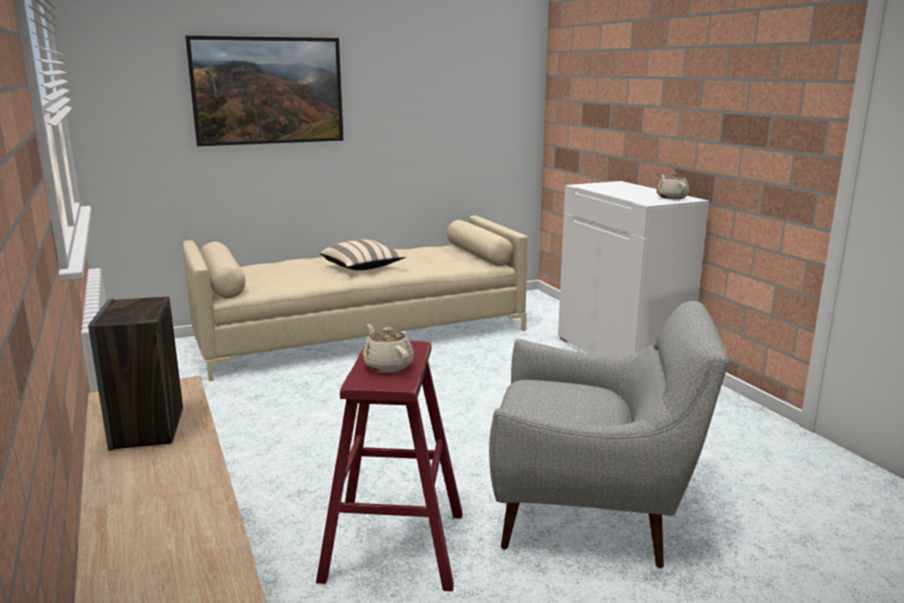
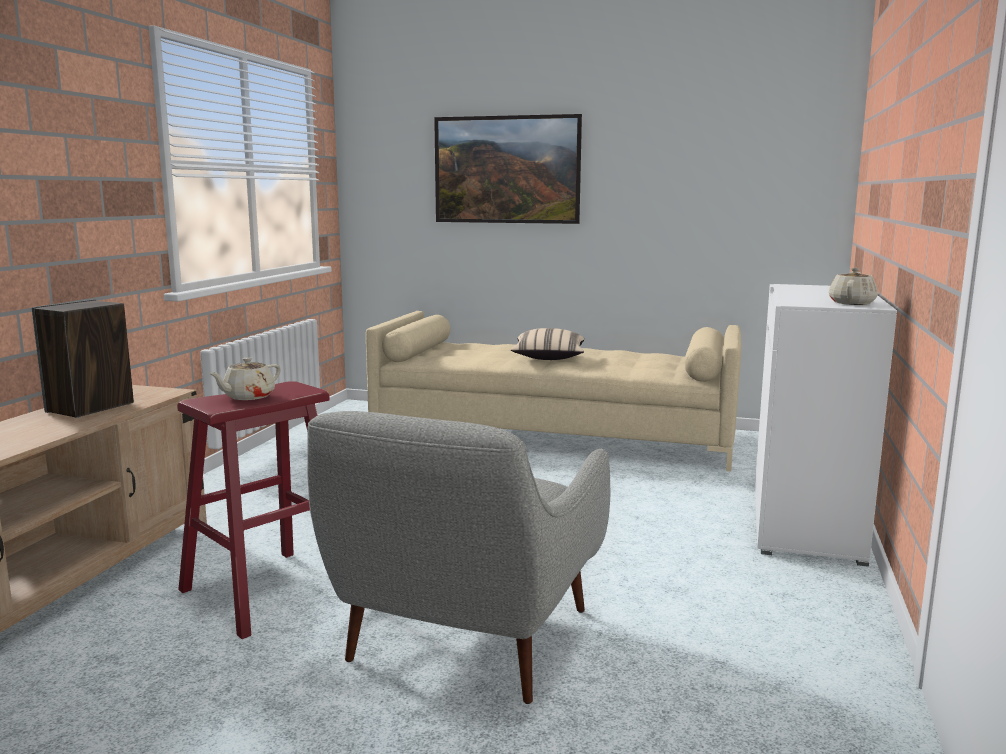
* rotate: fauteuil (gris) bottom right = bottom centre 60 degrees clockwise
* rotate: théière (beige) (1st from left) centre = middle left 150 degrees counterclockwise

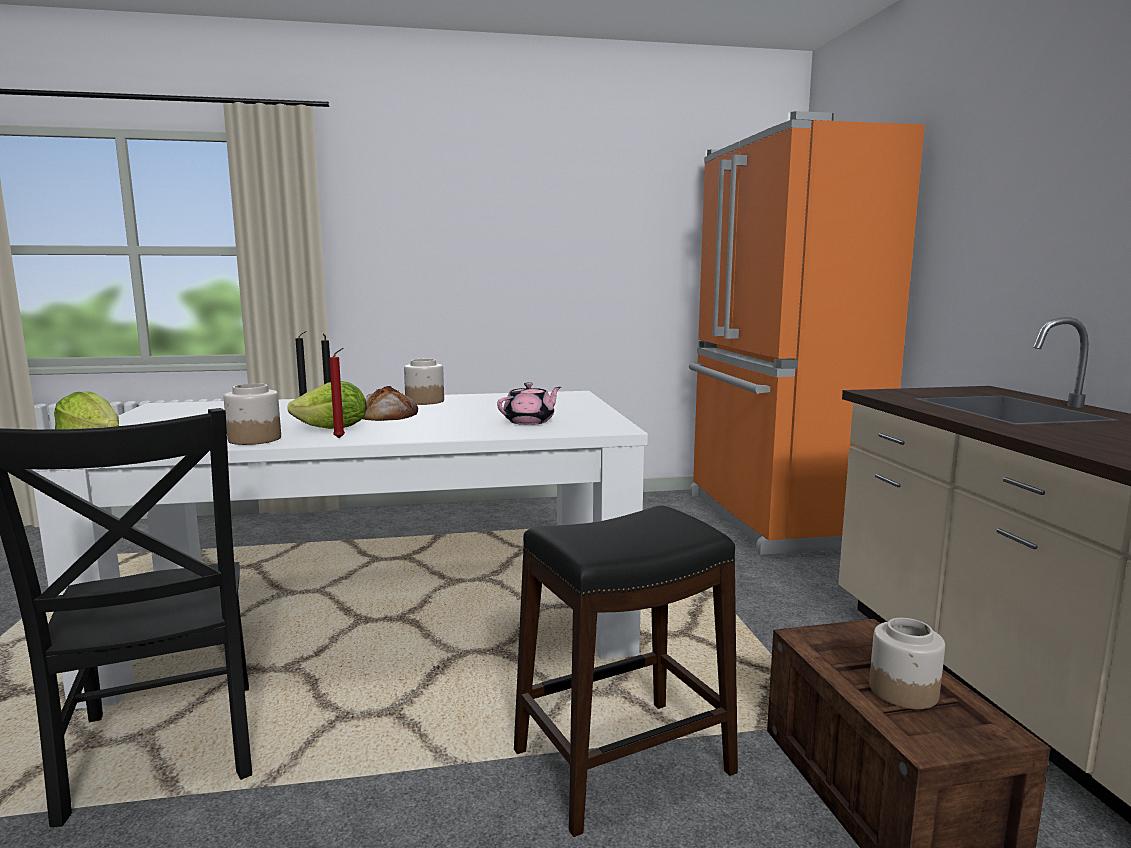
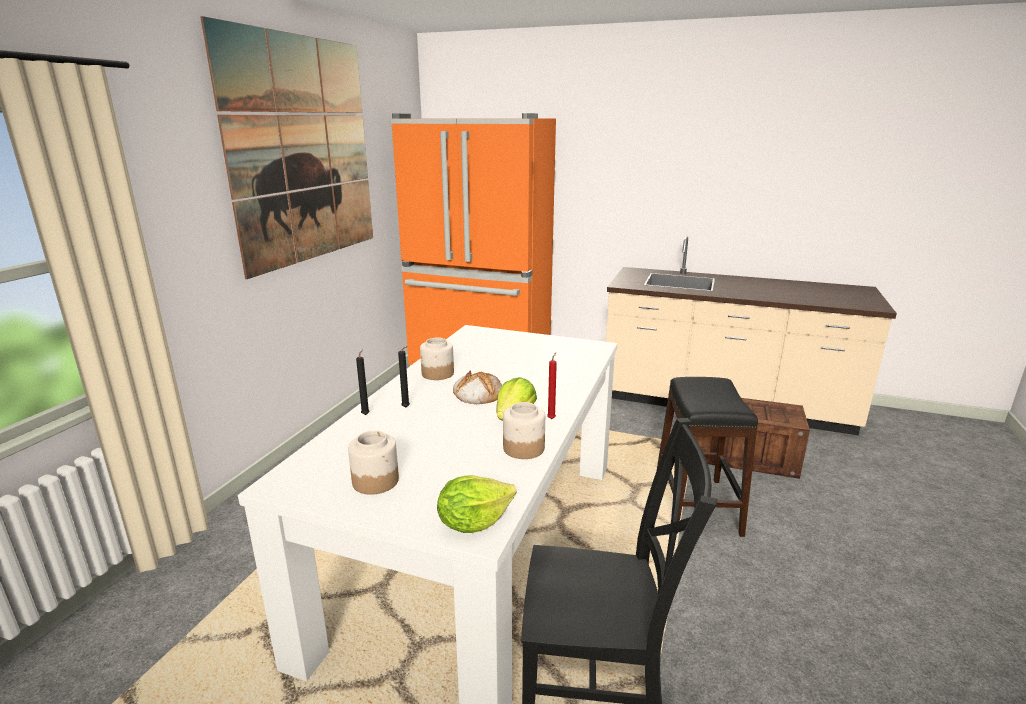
* delete: théière (rose) centre
* move: bocal (3rd from left in the first image) bottom right to bocal (1st from left) centre
* insert: tableau top left

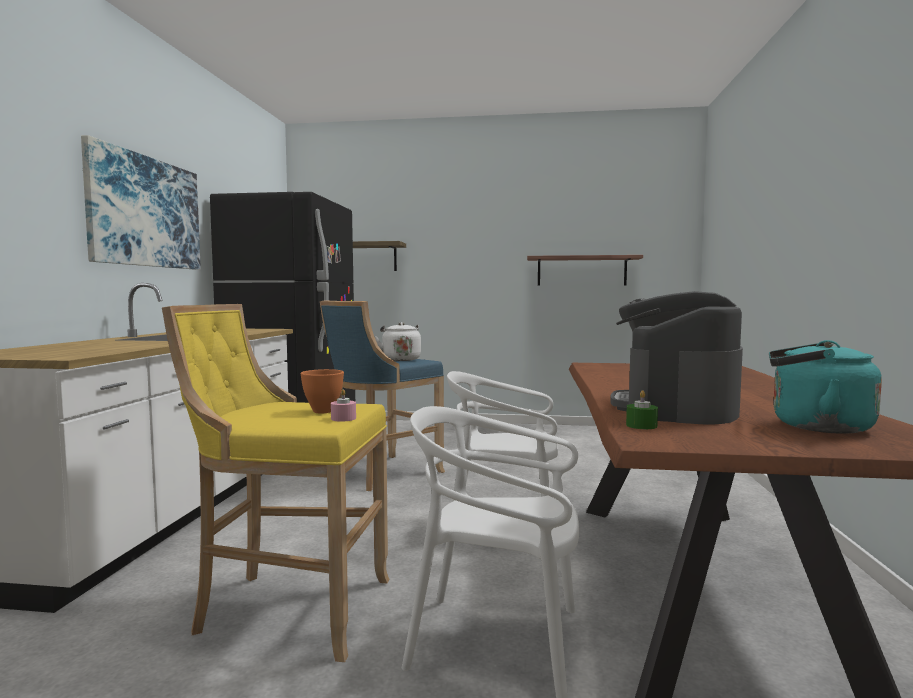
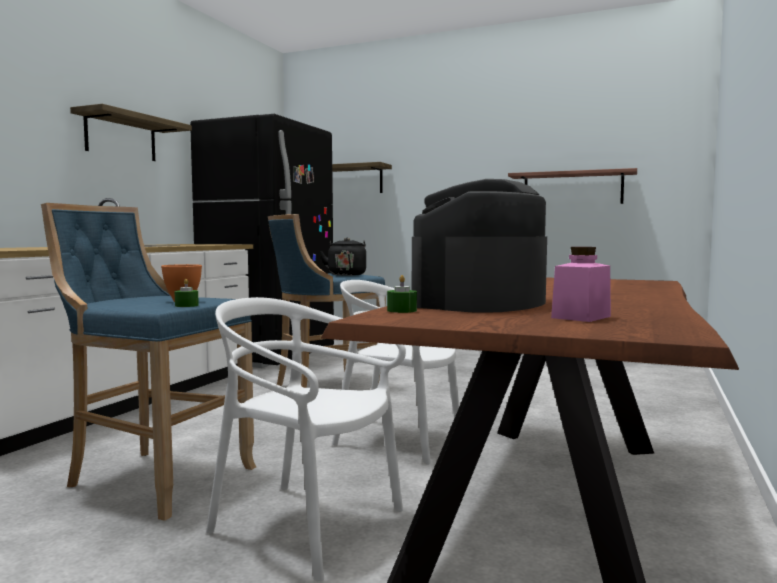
* replace: tableau top left to étagère (1st from left) top left
* recolor: tabouret (jaune) bottom left to tabouret (bleu) (1st from left) middle left
* recolor: bouilloire (blanc) centre to bouilloire (noir) centre
* replace: bouilloire (turquoise) middle right to bocal (rose) middle right
* recolor: bougie (rose) centre to bougie (vert) (1st from left) middle left

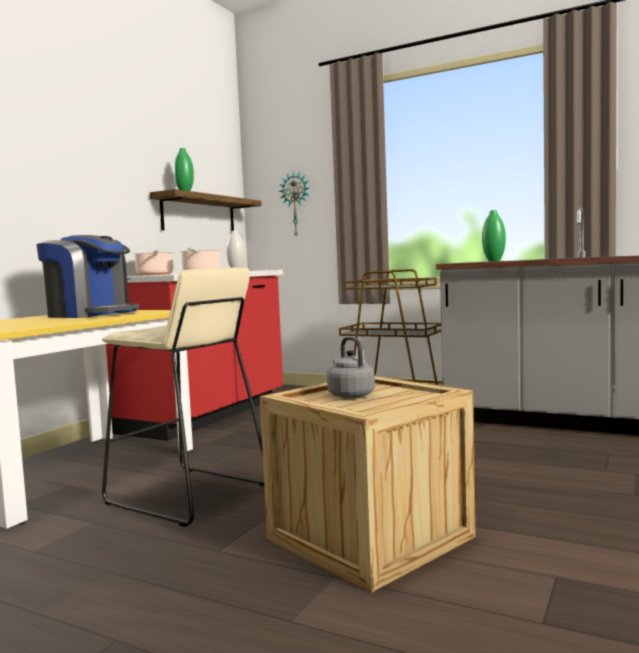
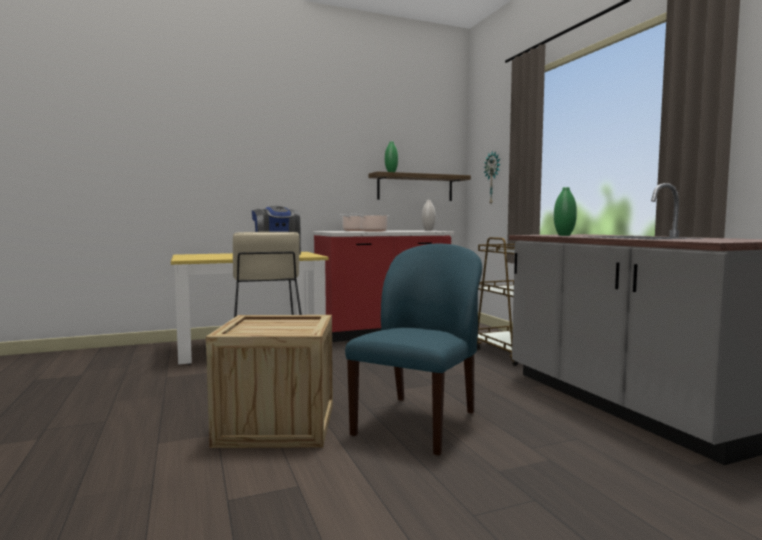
* delete: bouilloire (gris) centre
* insert: chaise (bleu) centre

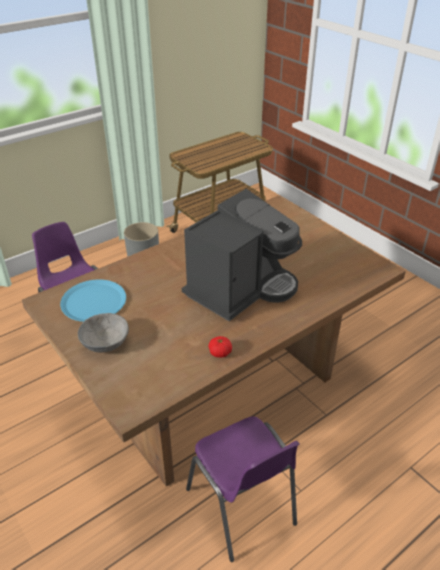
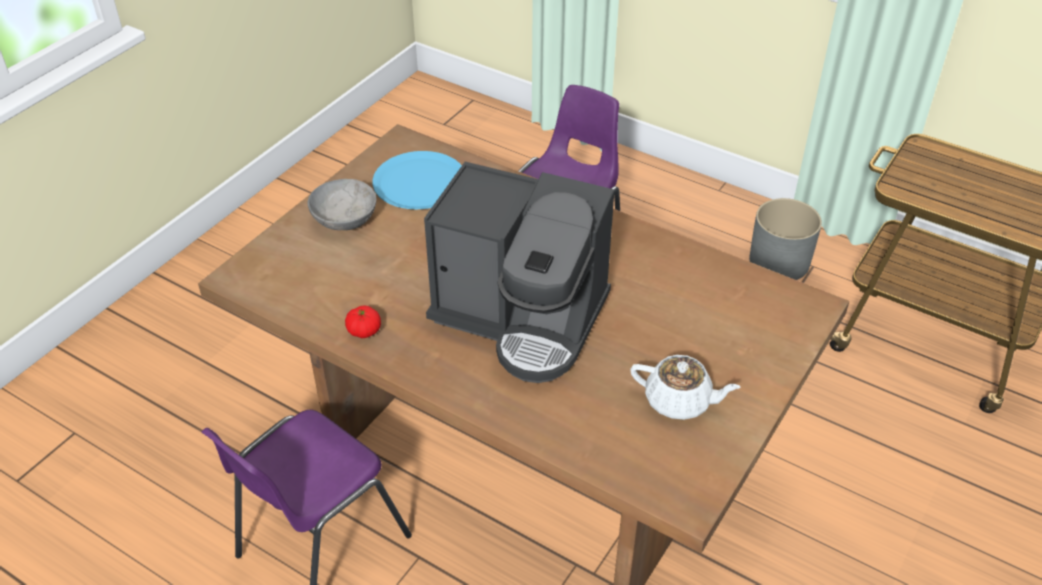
* insert: théière (blanc) centre

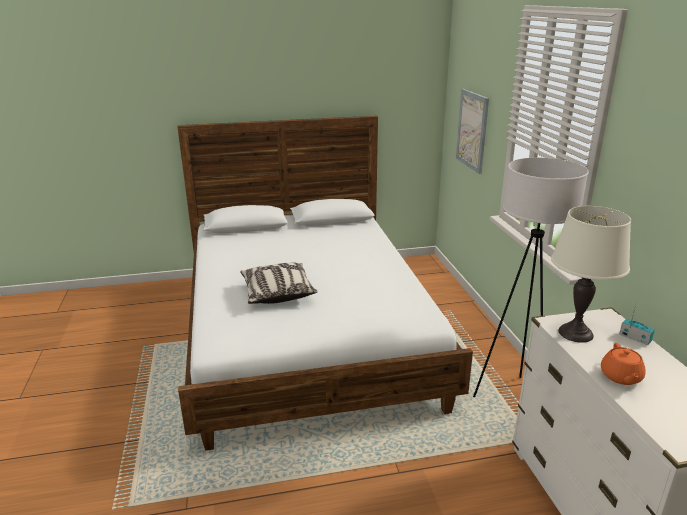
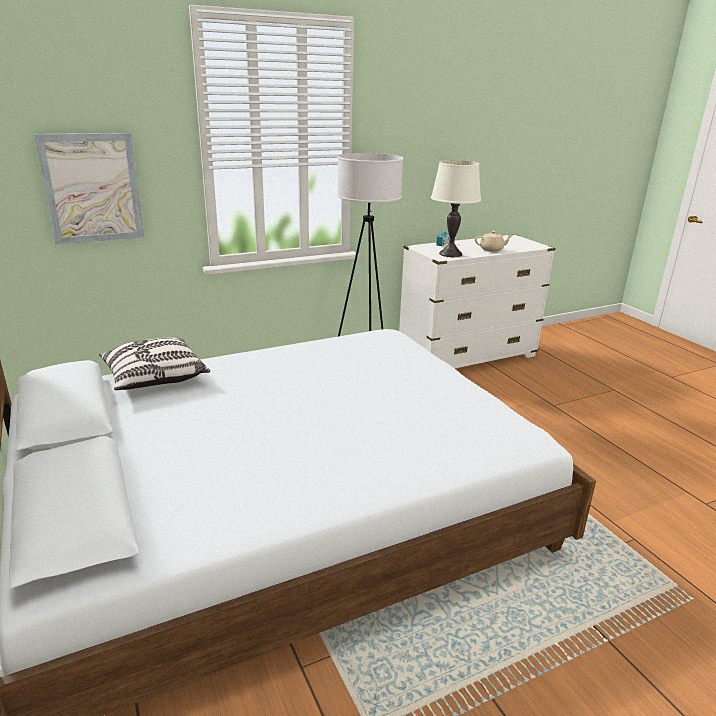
* move: coussin centre to middle left
* recolor: théière (orange) bottom right to théière (beige) middle right

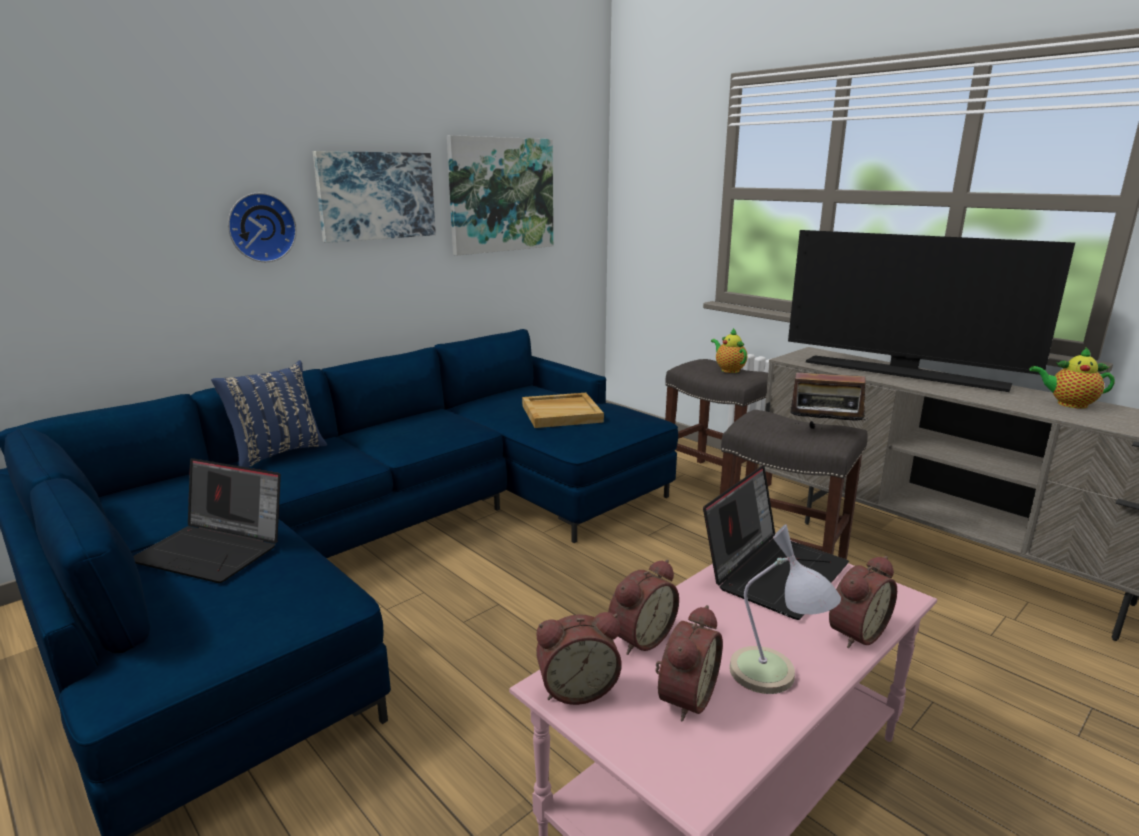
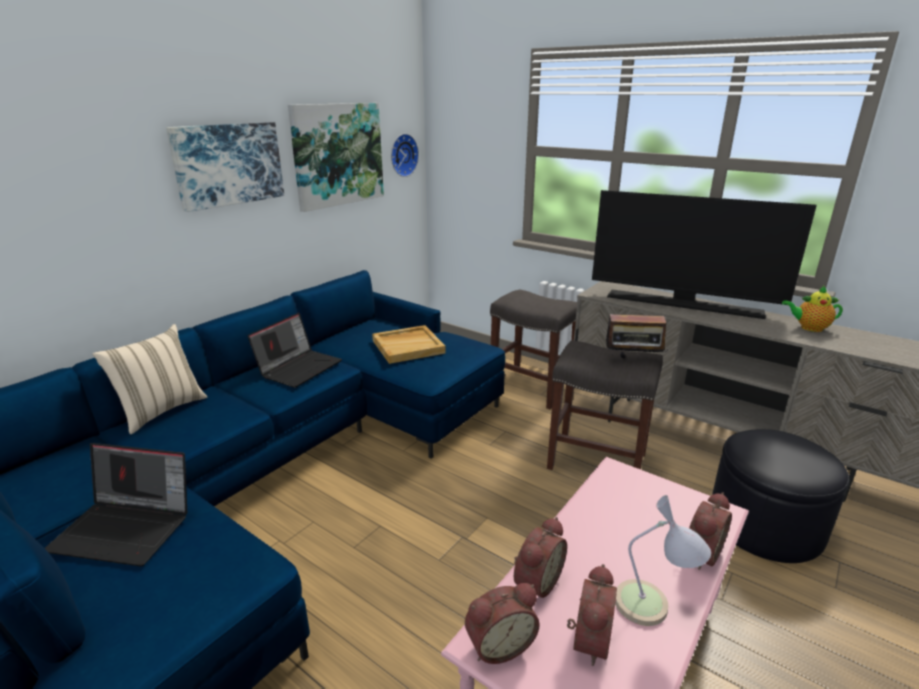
* move: horloge murale top left to top centre
* delete: théière (1st from left) centre
* recolor: coussin (bleu) middle left to coussin (beige) middle left
* move: ordinateur portable (2nd from left) middle right to middle left
* insert: pouf (noir) bottom right

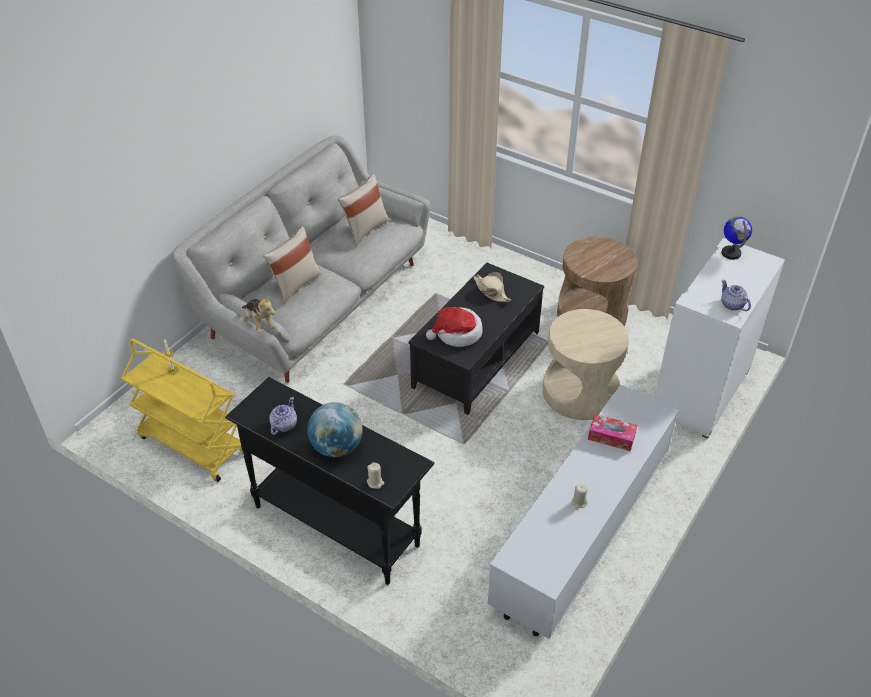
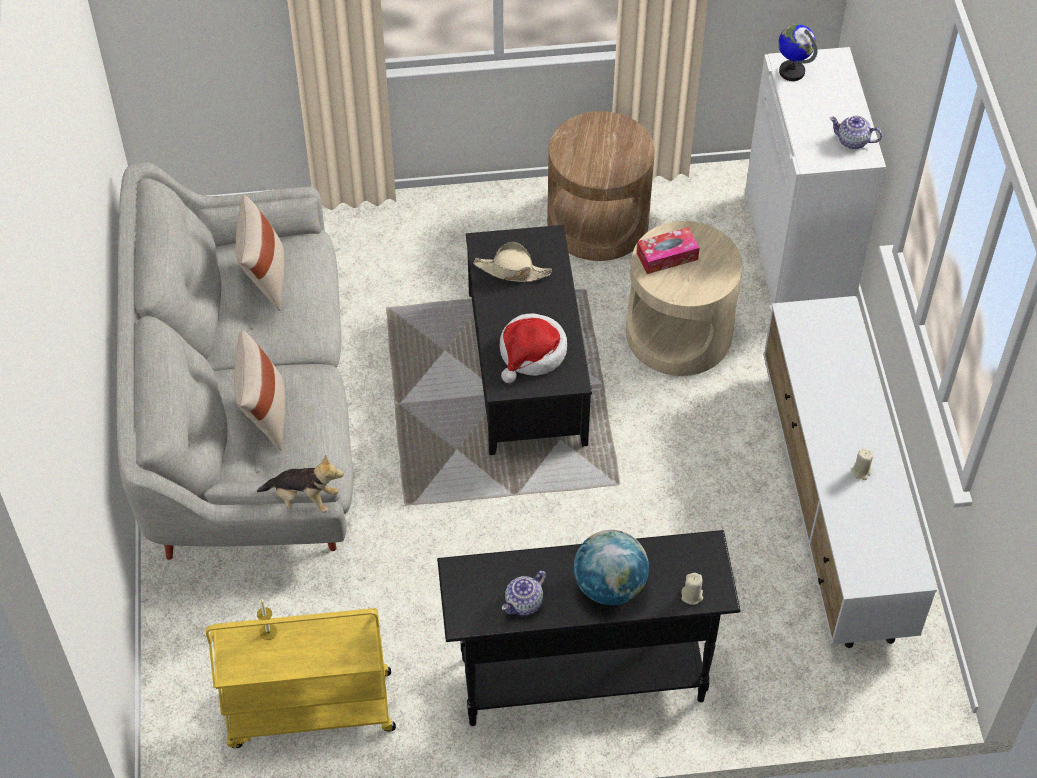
* rotate: théière (1st from left) middle left = bottom centre 120 degrees counterclockwise
* move: boîte à mouchoirs middle right to top centre

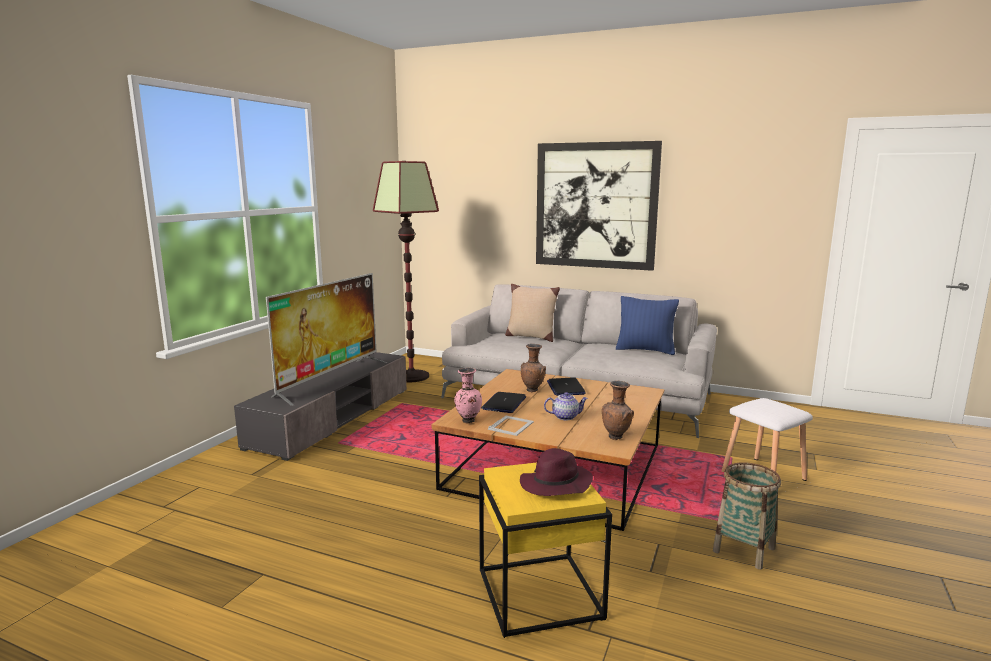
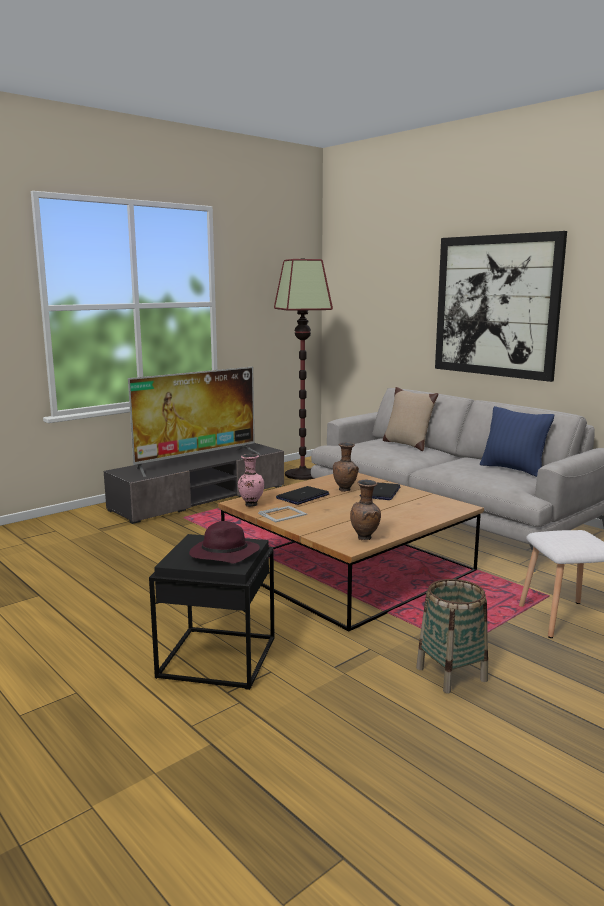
* delete: théière centre
* recolor: table d'appoint (jaune) bottom centre to table d'appoint (noir) bottom centre

